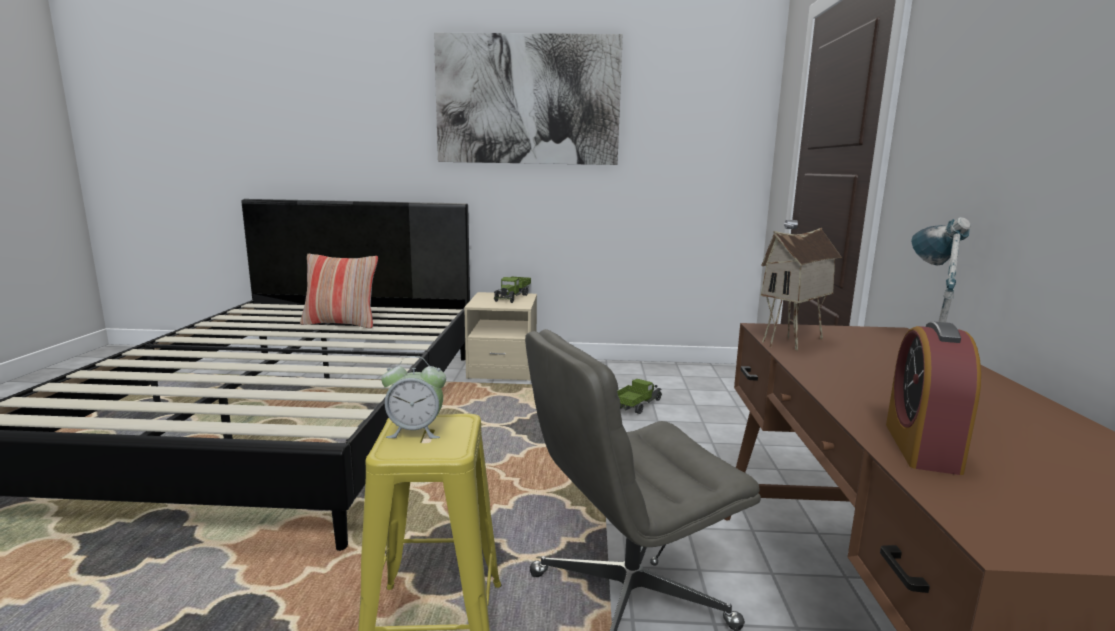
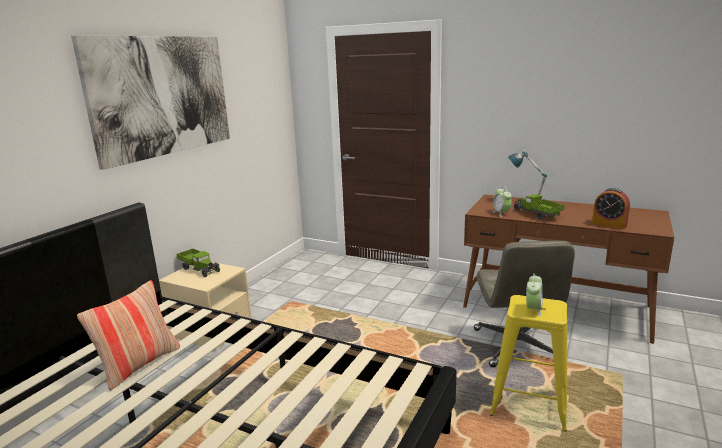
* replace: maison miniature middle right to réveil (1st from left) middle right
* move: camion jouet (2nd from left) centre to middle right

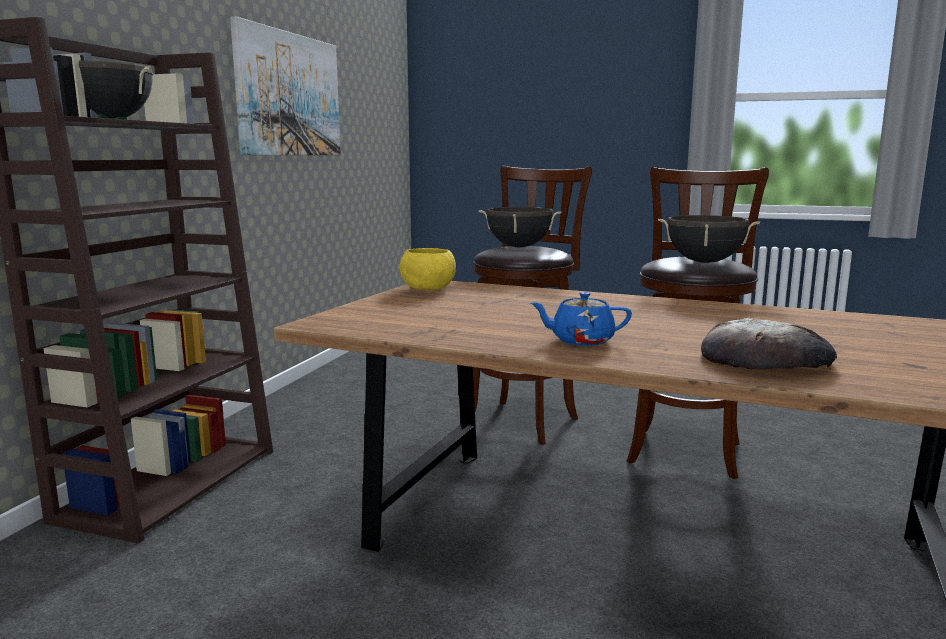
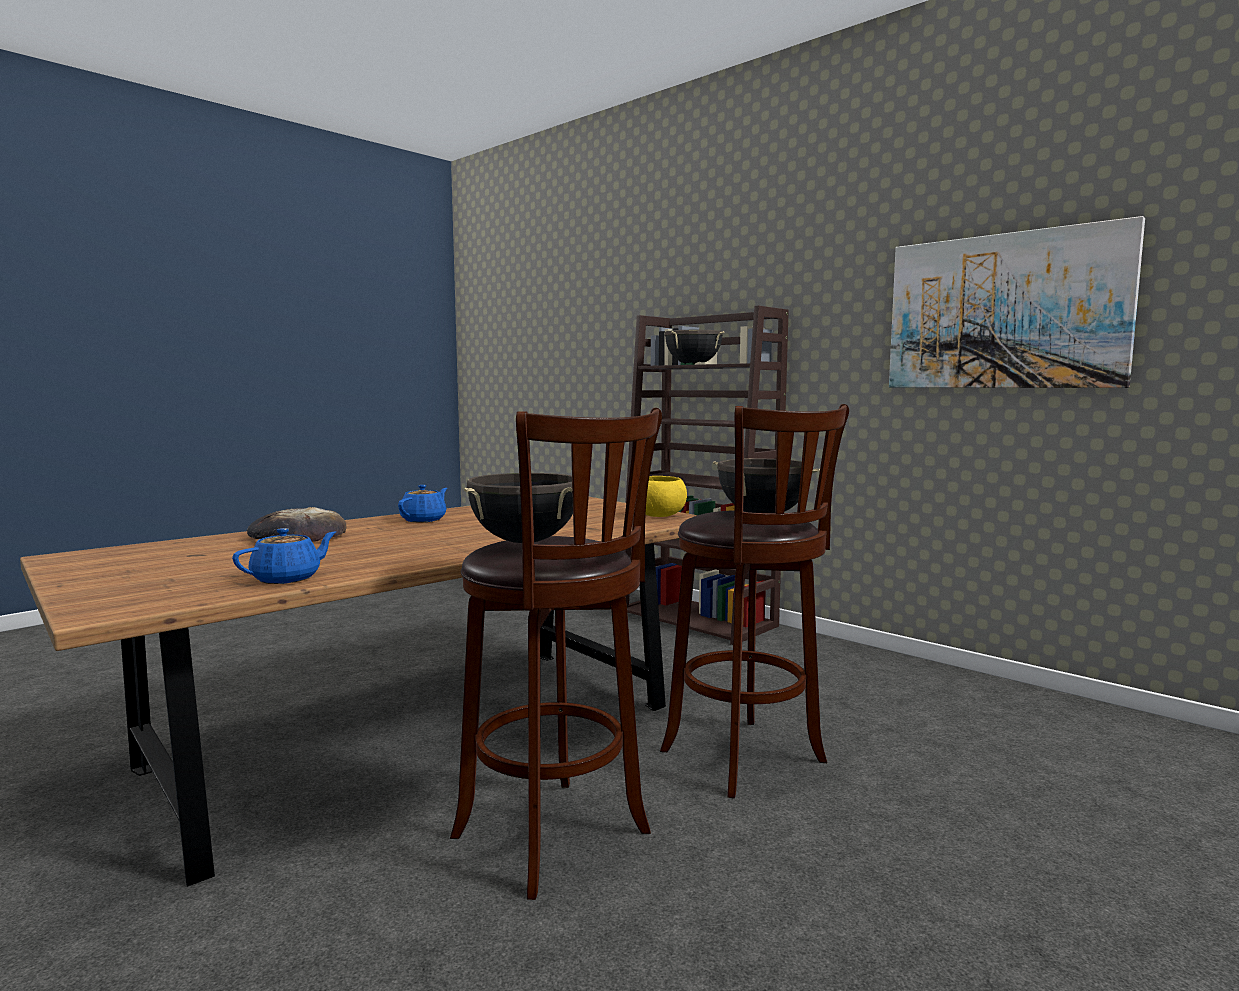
* insert: théière (bleu) (1st from left) middle left

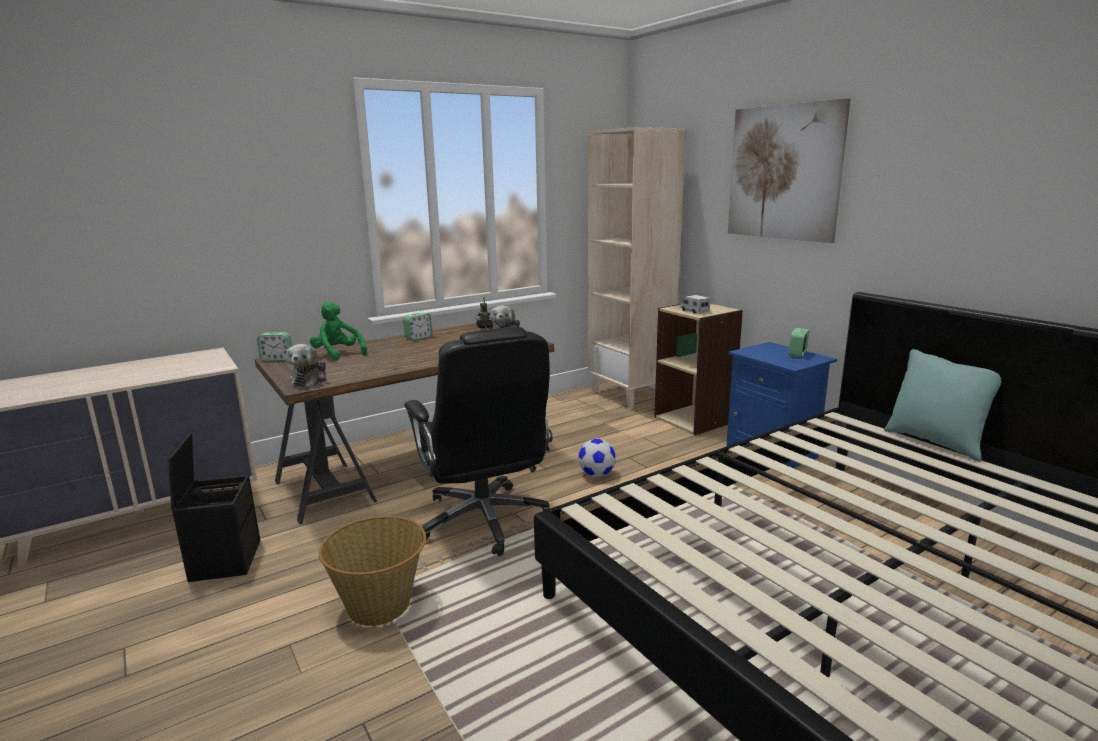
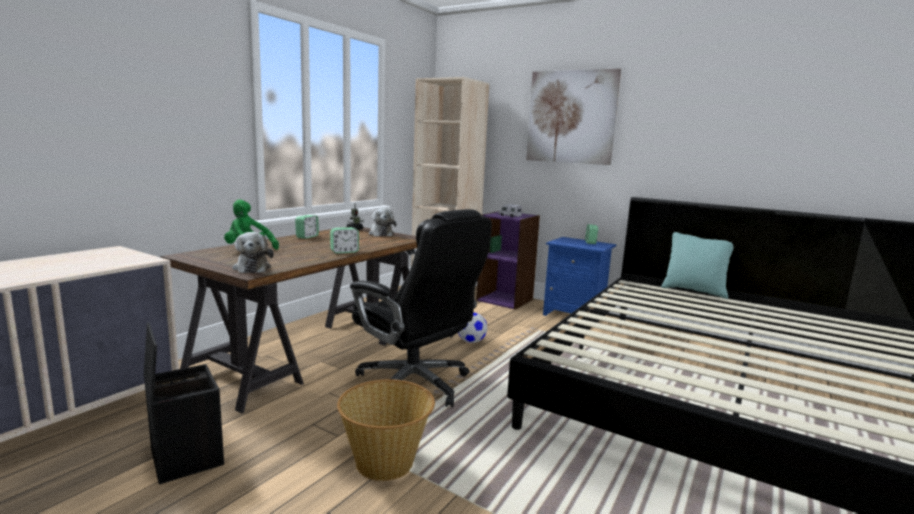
* recolor: bibliothèque (beige) (2nd from left) centre to bibliothèque (violet) centre
* move: réveil (1st from left in the first image) middle left to réveil (2nd from left) centre

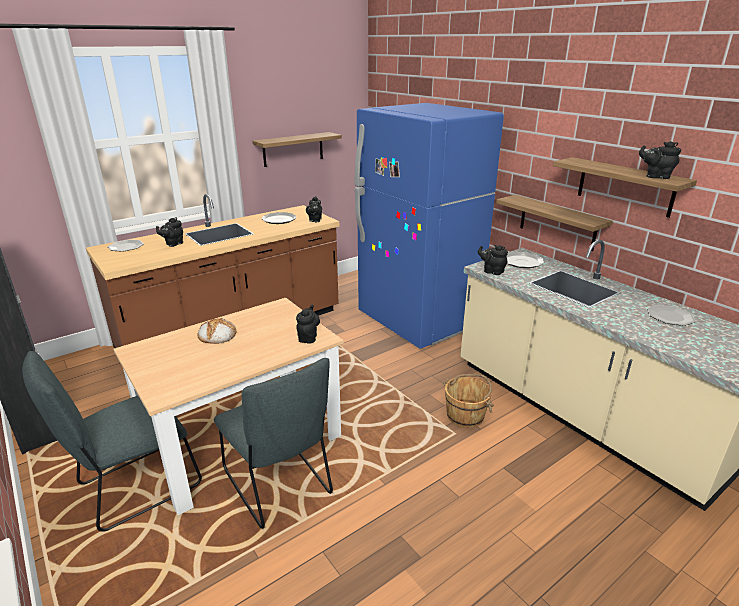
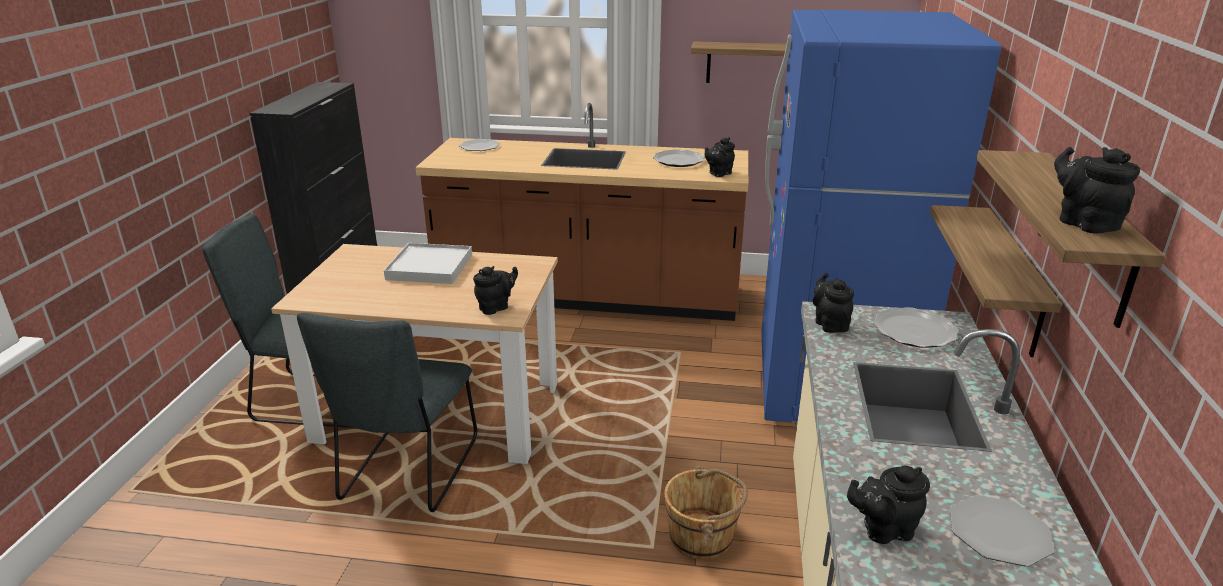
* move: théière (noir) (1st from left in the first image) middle left to théière (noir) (4th from left) bottom right
* replace: pain middle left to plateau (blanc) centre

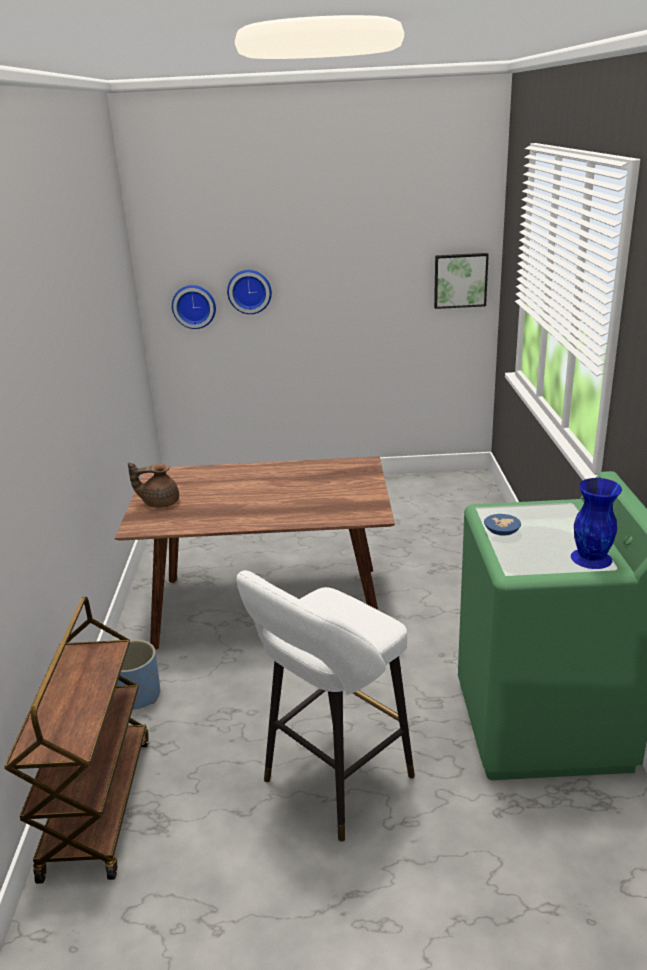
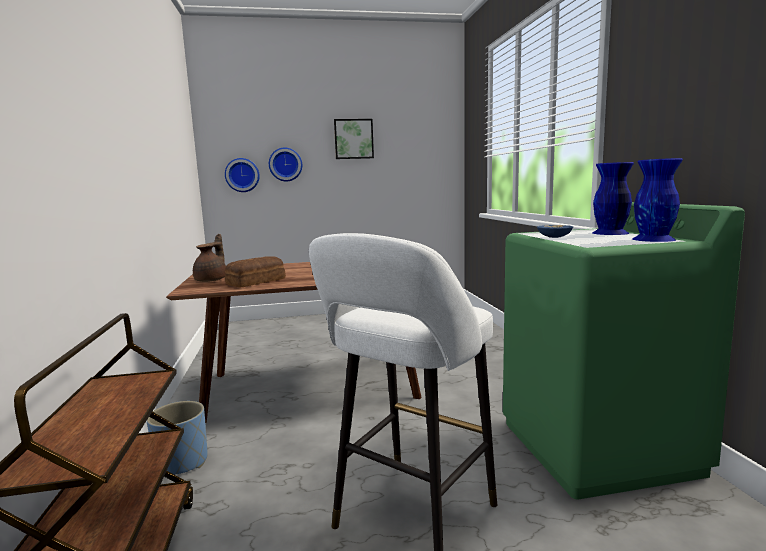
* move: tableau top right to top centre
* rotate: théière (marron) middle left = middle left 120 degrees clockwise
* insert: vase (bleu) (1st from left) middle right
* insert: pain middle left

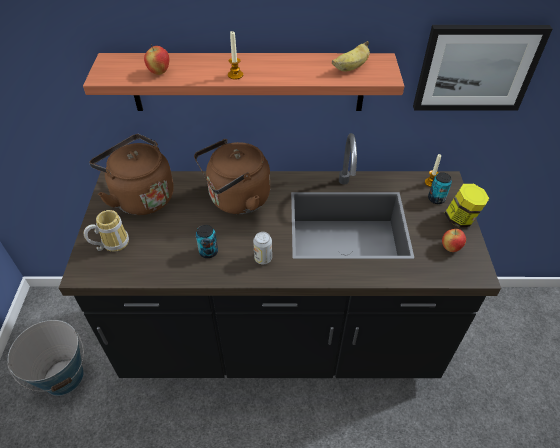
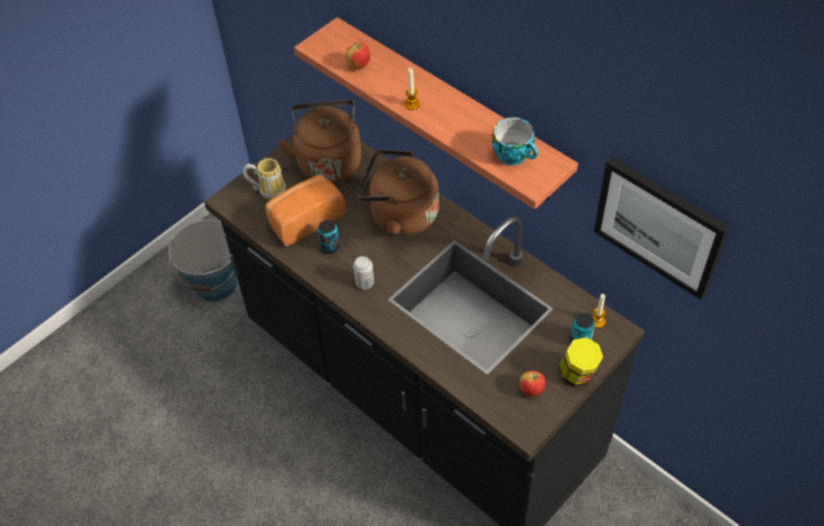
* replace: banane top centre to tasse top centre
* insert: pain centre

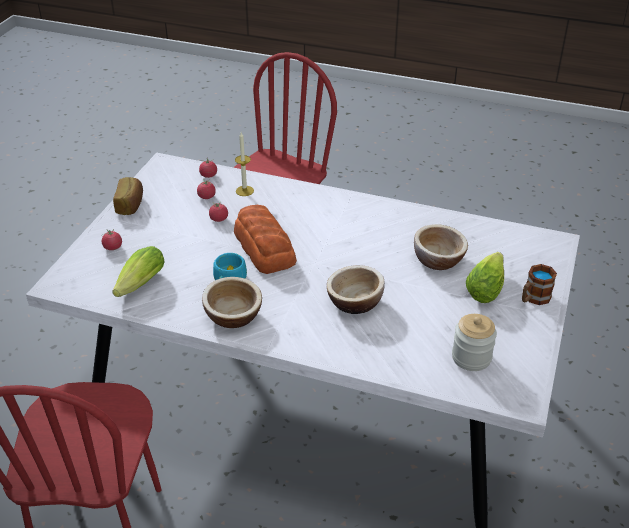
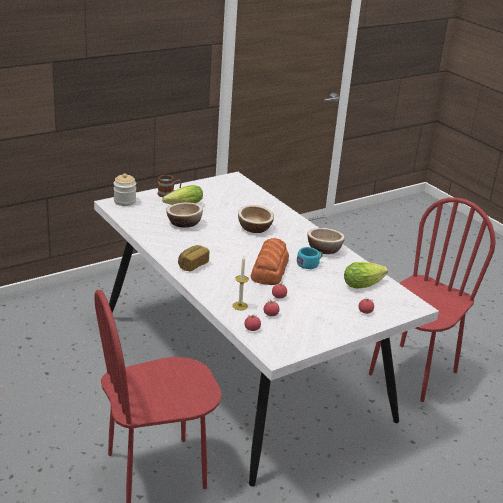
* move: pain (1st from left) middle left to centre
* move: bocal middle right to middle left

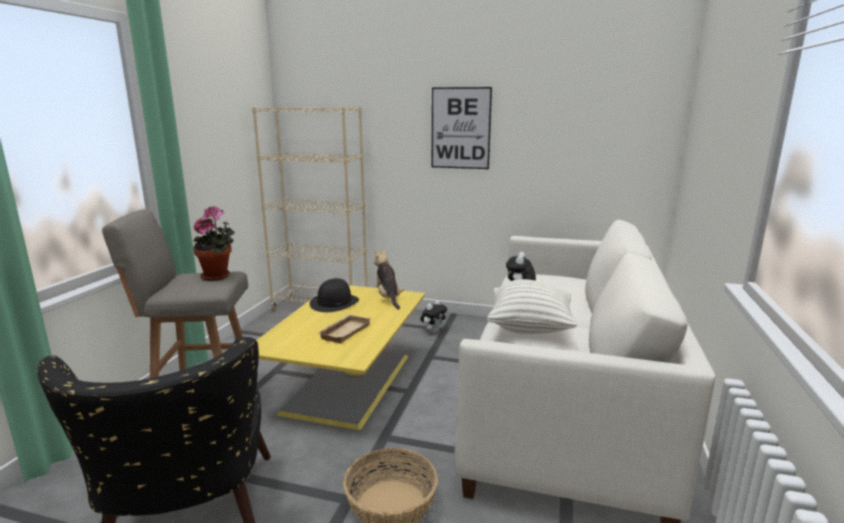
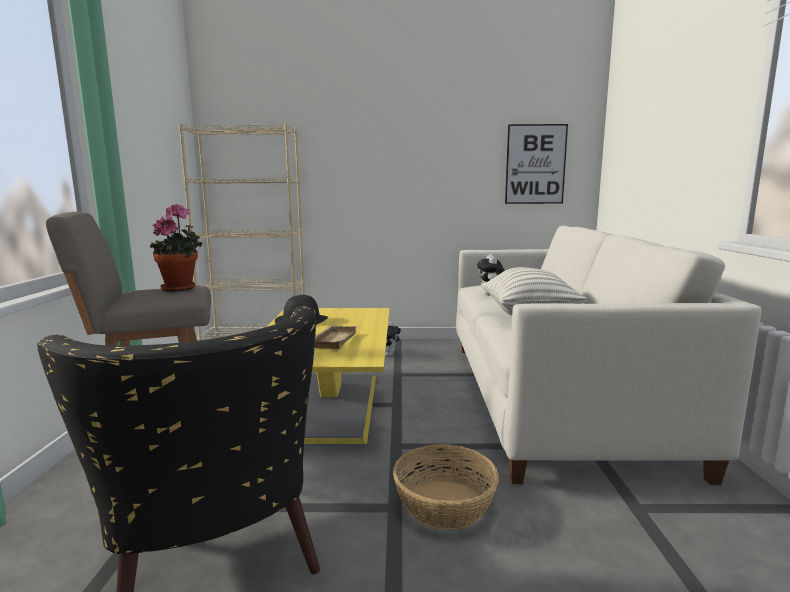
* move: tableau top centre to top right
* delete: peluche (1st from left) centre

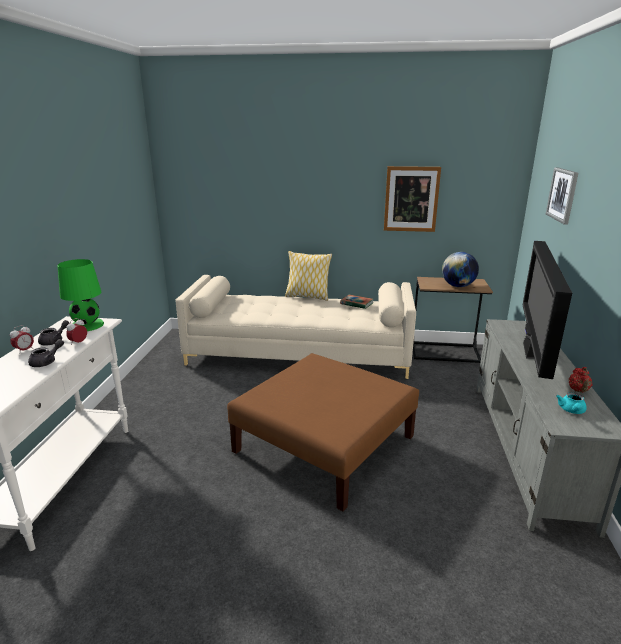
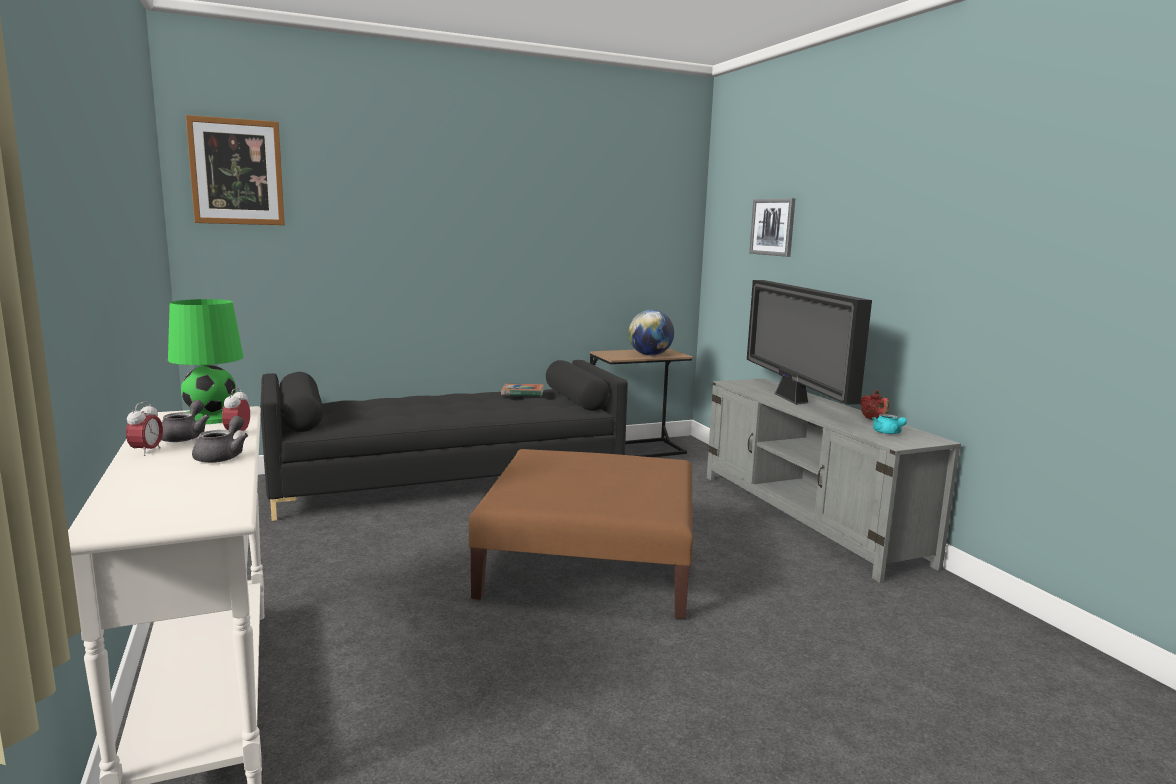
* move: tableau (1st from left) top centre to top left
* delete: coussin centre
* recolor: canapé (beige) centre to canapé (noir) centre

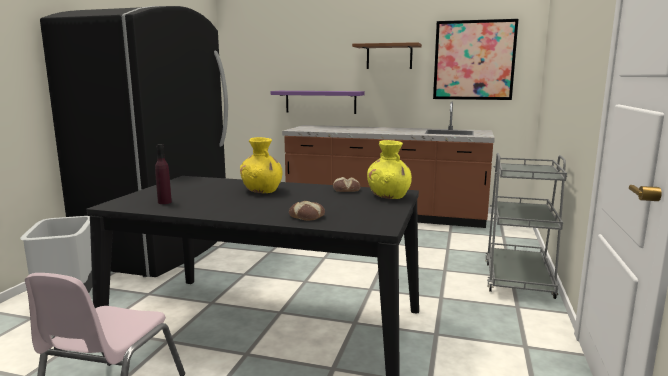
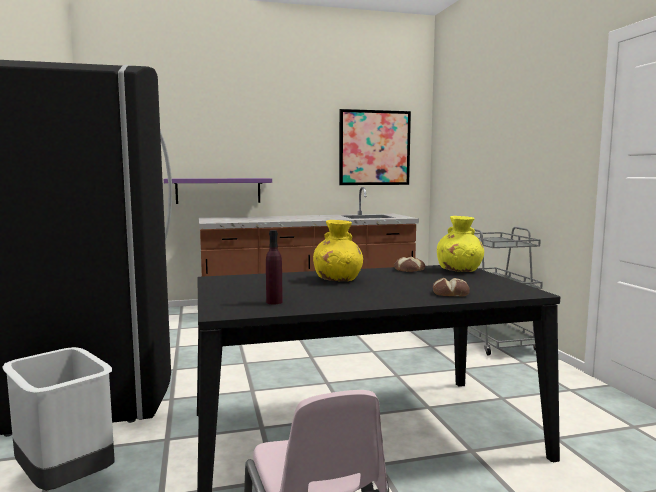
* delete: étagère (marron) top centre

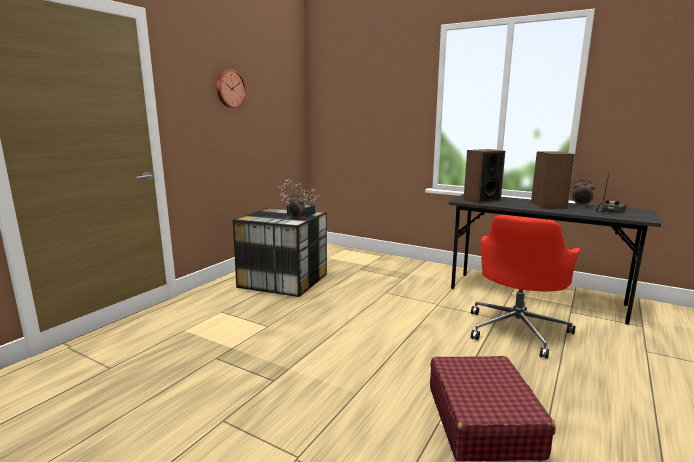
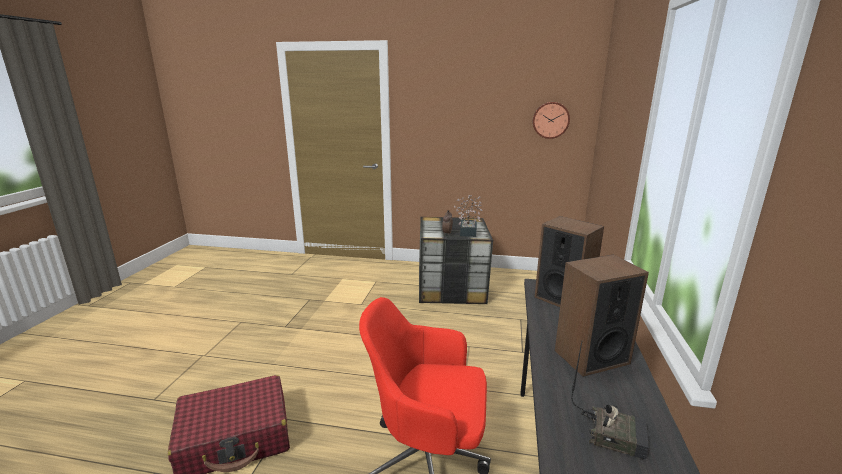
* move: horloge murale top left to top centre
* delete: réveil (2nd from left) middle right

